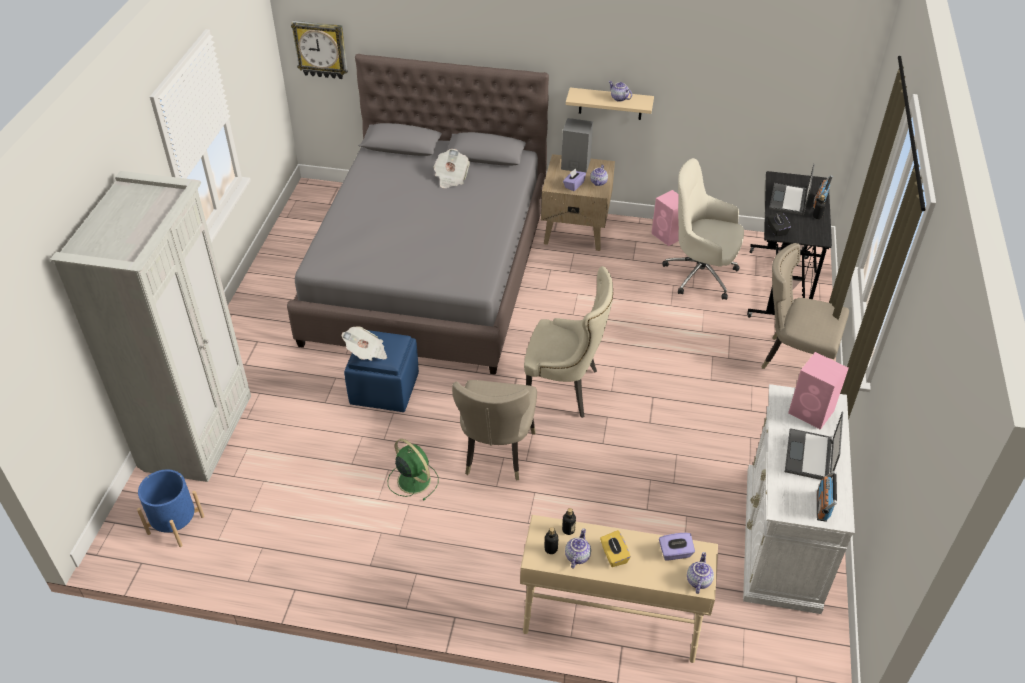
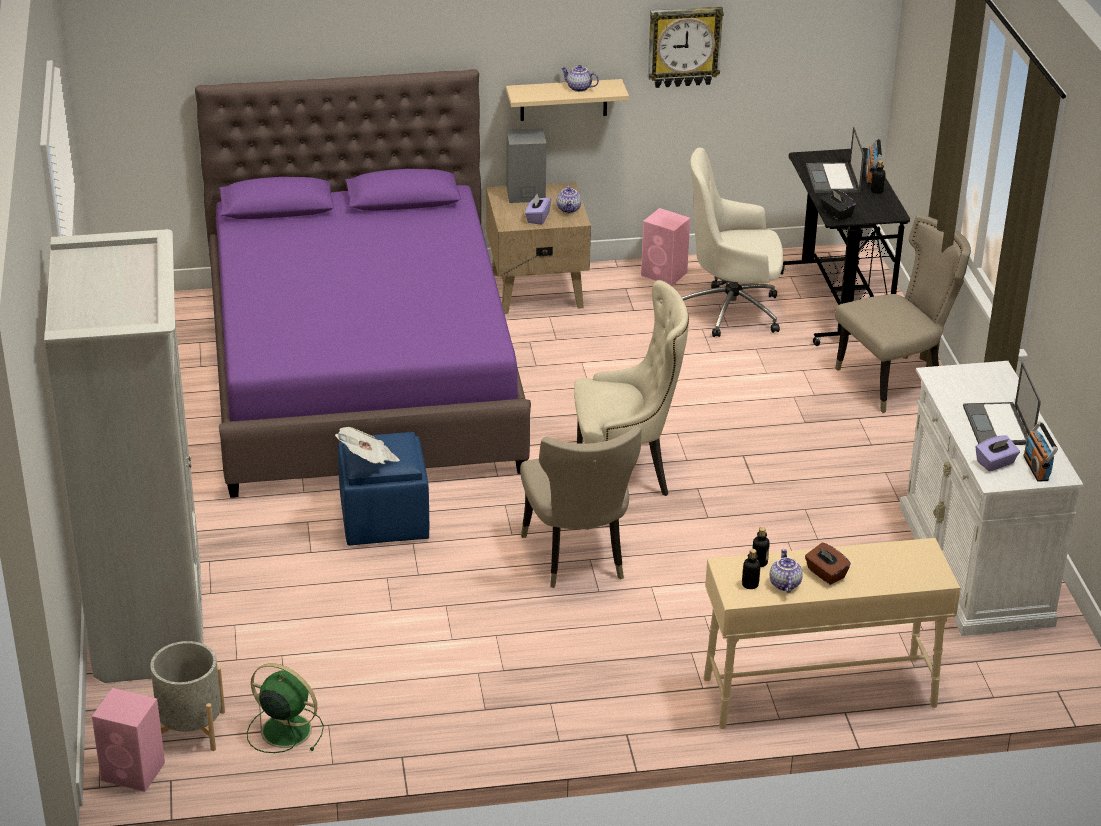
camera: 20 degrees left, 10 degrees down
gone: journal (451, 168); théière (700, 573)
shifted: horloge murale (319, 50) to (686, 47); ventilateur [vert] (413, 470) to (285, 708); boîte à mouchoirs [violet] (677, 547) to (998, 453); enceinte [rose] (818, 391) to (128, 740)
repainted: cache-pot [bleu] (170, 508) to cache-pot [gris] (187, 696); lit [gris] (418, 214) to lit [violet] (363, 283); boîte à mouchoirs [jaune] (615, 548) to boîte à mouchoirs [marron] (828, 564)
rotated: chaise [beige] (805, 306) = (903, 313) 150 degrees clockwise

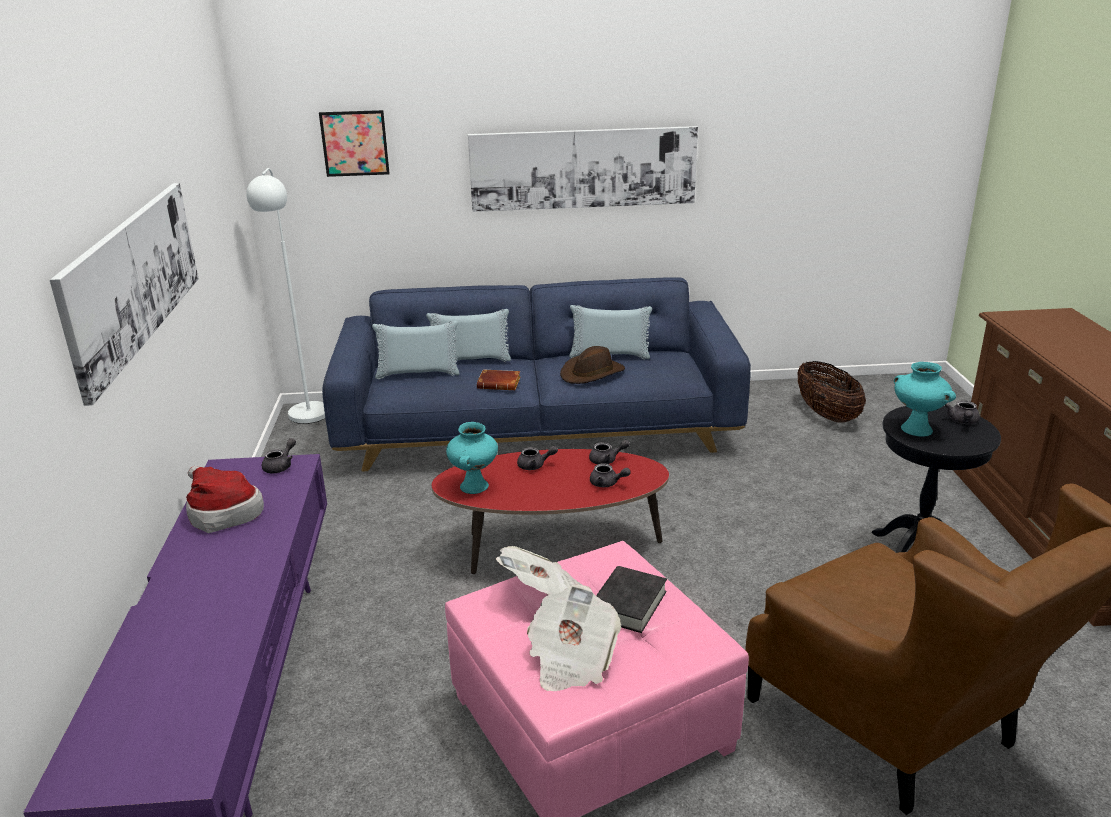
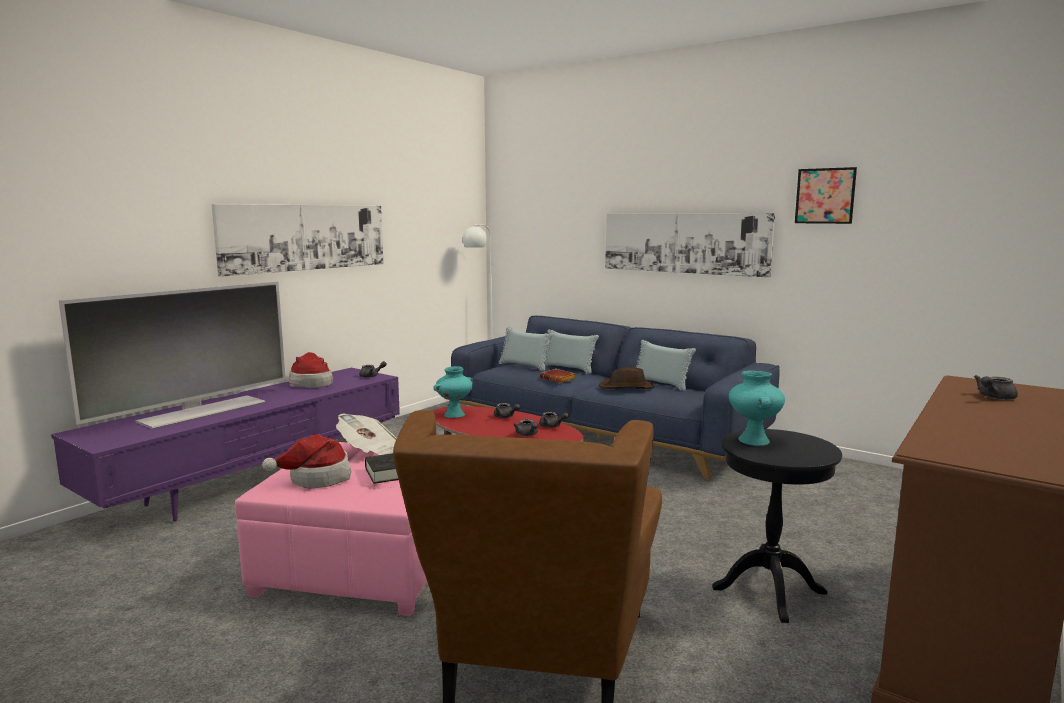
camera: 40 degrees right, 15 degrees down
gone: panier (831, 392)
new: téléviseur (172, 355)
shifted: tableau (354, 143) to (826, 195); théière [gris] (962, 412) to (996, 387)
swapped: journal (574, 638) to chapeau (306, 461)

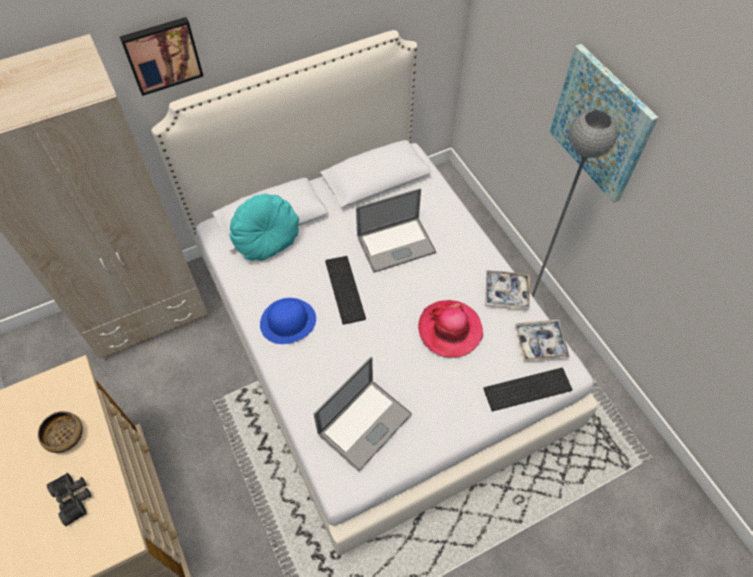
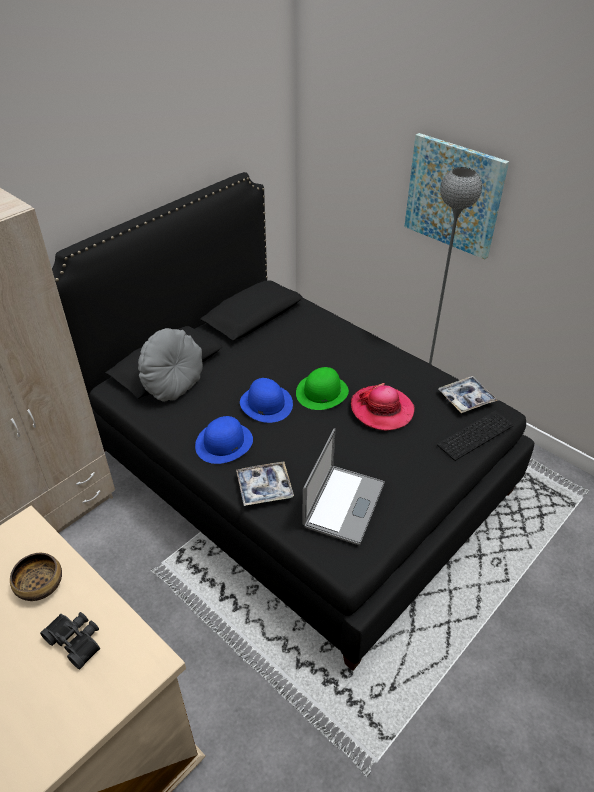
camera: 20 degrees left, 15 degrees down
gone: tableau (161, 56); ordinateur portable (396, 230)
new: chapeau [vert] (322, 388)
shifted: plateau (507, 289) to (265, 484)
swapped: clavier (345, 290) to chapeau [bleu] (266, 400)
repainted: lit [blanc] (374, 293) to lit [noir] (293, 421); coussin [turquoise] (264, 227) to coussin [gris] (170, 364)

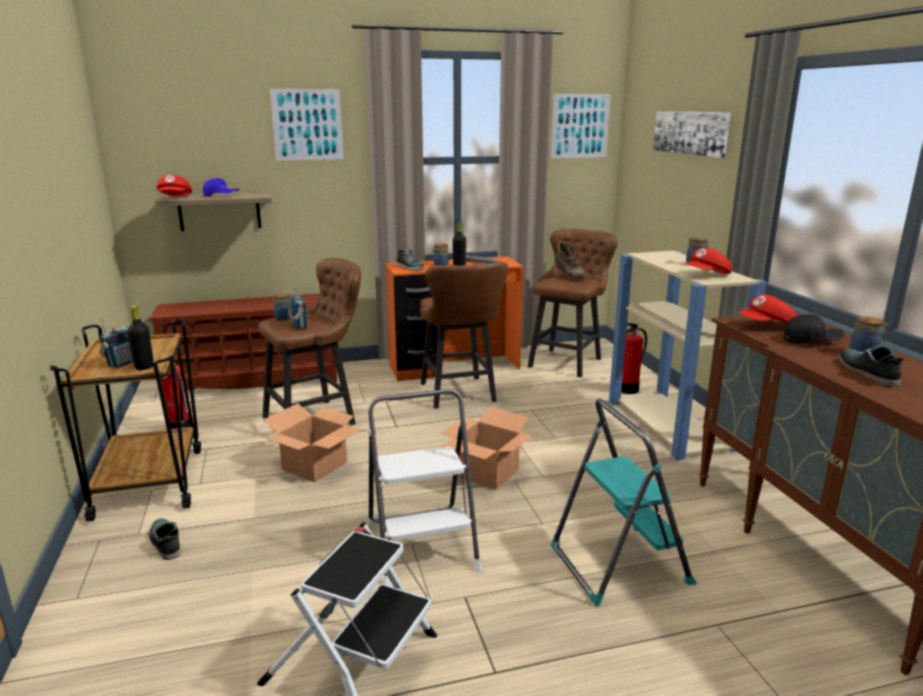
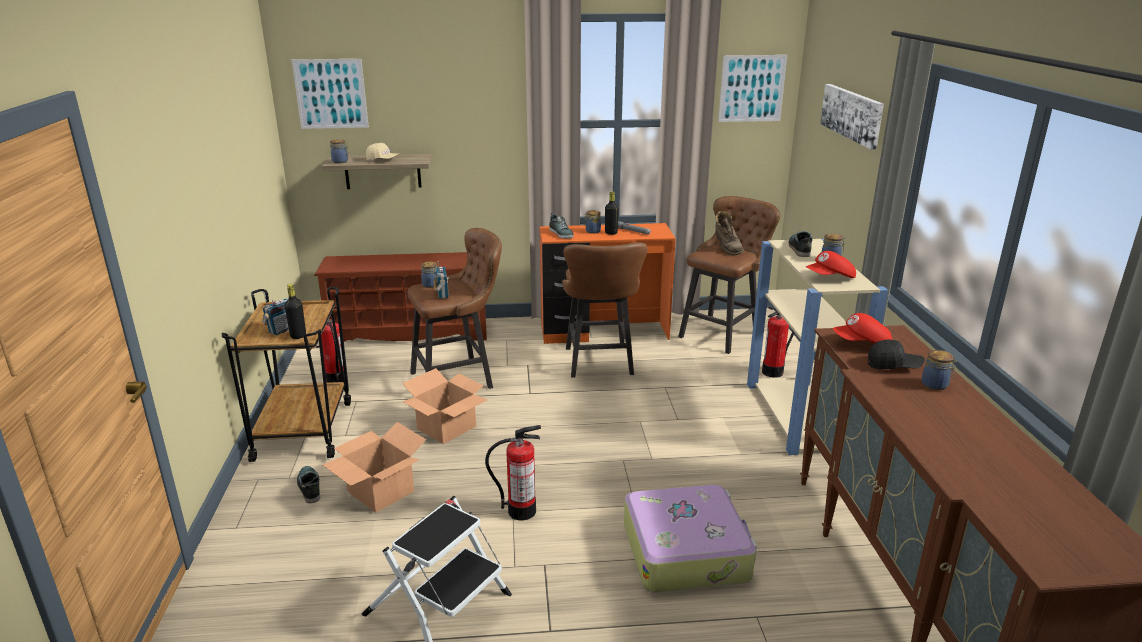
camera: 10 degrees right, 5 degrees up
shifted: tableau (307, 125) to (330, 94); carton (487, 448) to (374, 467); chaussure (871, 366) to (800, 244)
swapped: casquette [rouge] (174, 185) to bocal (339, 151); escabeau [blanc] (425, 488) to extincteur (513, 472); escabeau [turquoise] (624, 502) to valise (690, 539)
repainted: casquette [bleu] (221, 187) to casquette [beige] (382, 151)

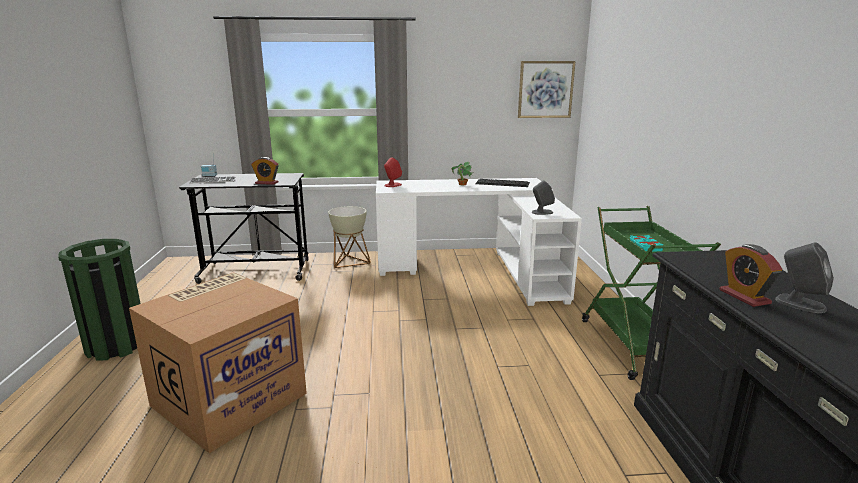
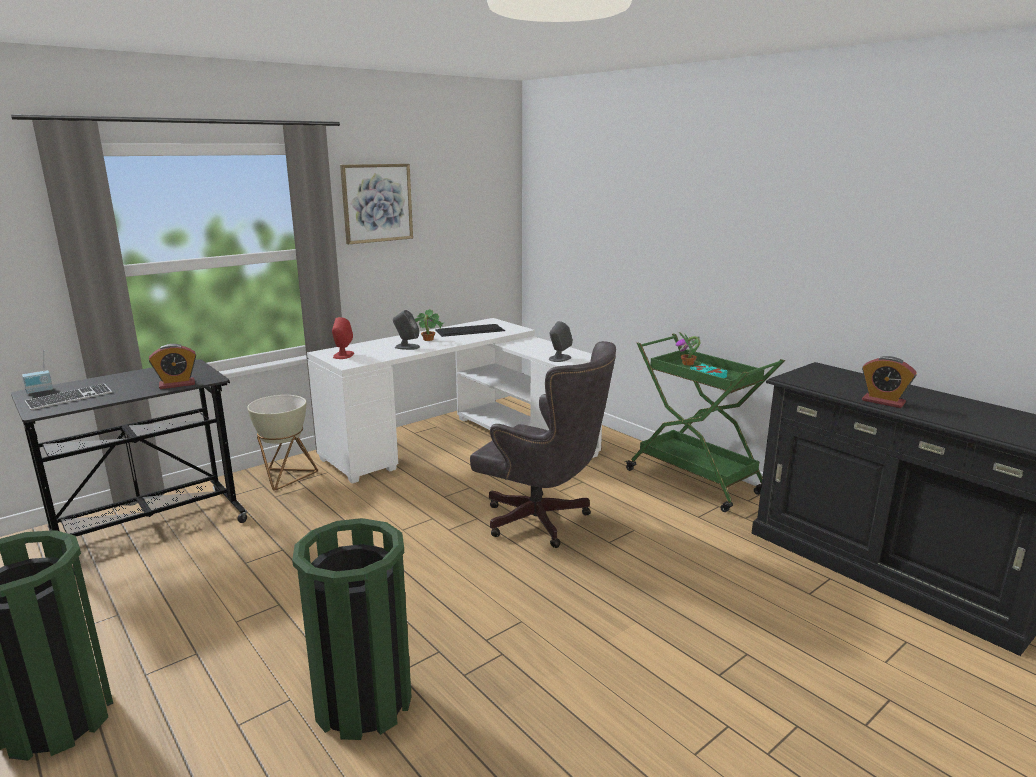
camera: 35 degrees left, 0 degrees up
new: chaise de bureau [gris] (543, 444); plante en pot (688, 349)
shifted: tableau (546, 89) to (376, 204); enceinte [gris] (804, 277) to (406, 330)
swapped: carton (218, 362) to poubelle [vert] (352, 629)

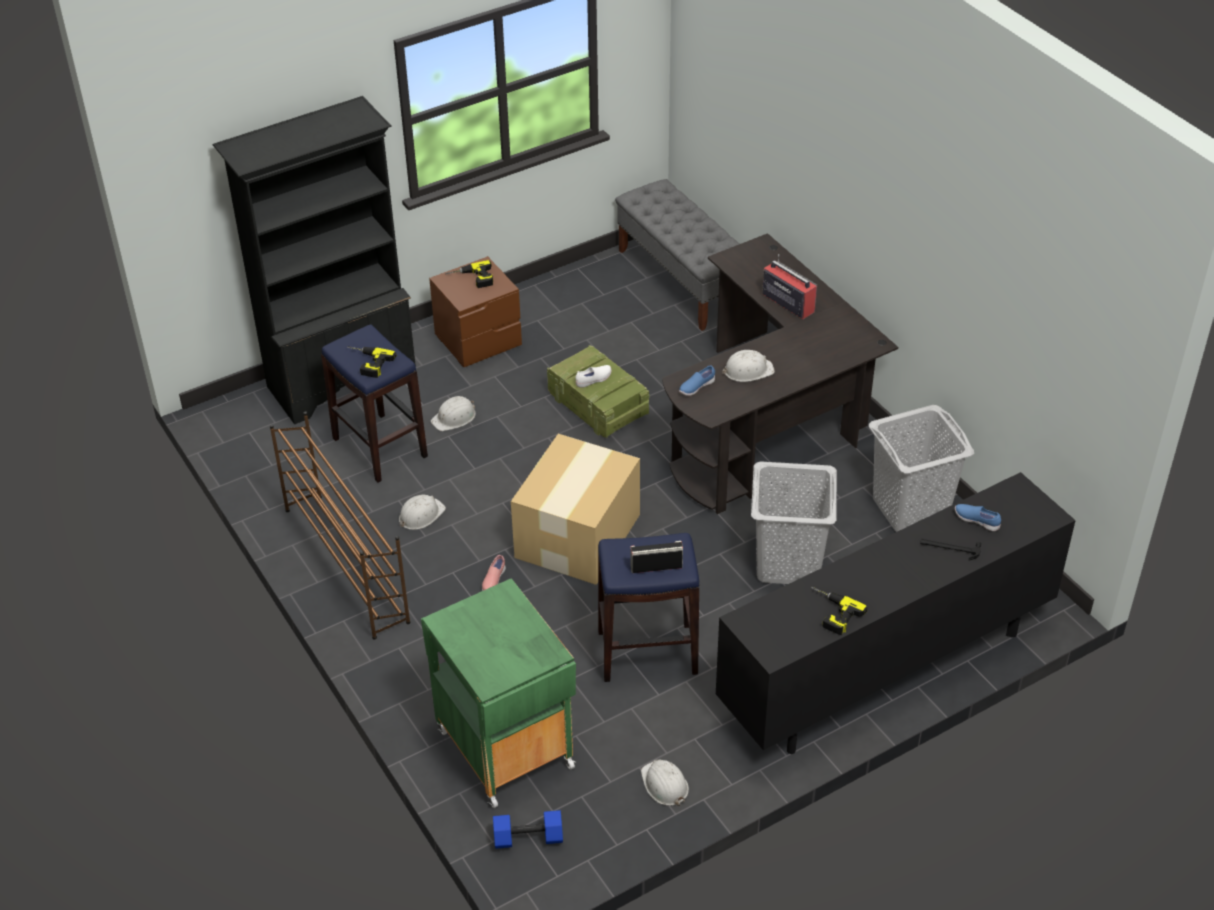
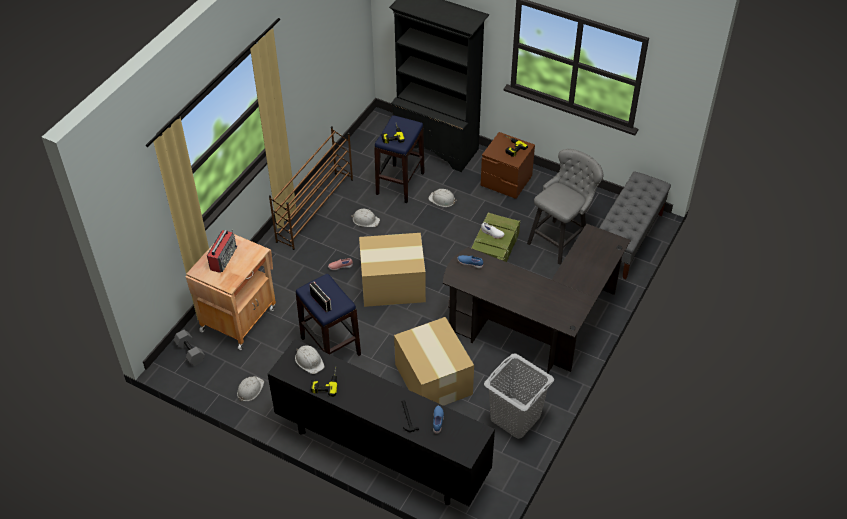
camera: 60 degrees right, 5 degrees up
new: tabouret [gris] (565, 207)
shifted: casque de chantier [blanc] (748, 366) to (310, 359); radio (789, 286) to (222, 251)
swapped: panier à linge [gris] (794, 522) to carton (434, 361)
repainted: chariot [vert] (498, 693) to chariot [marron] (231, 292); haltère [bleu] (528, 829) to haltère [gris] (189, 348)

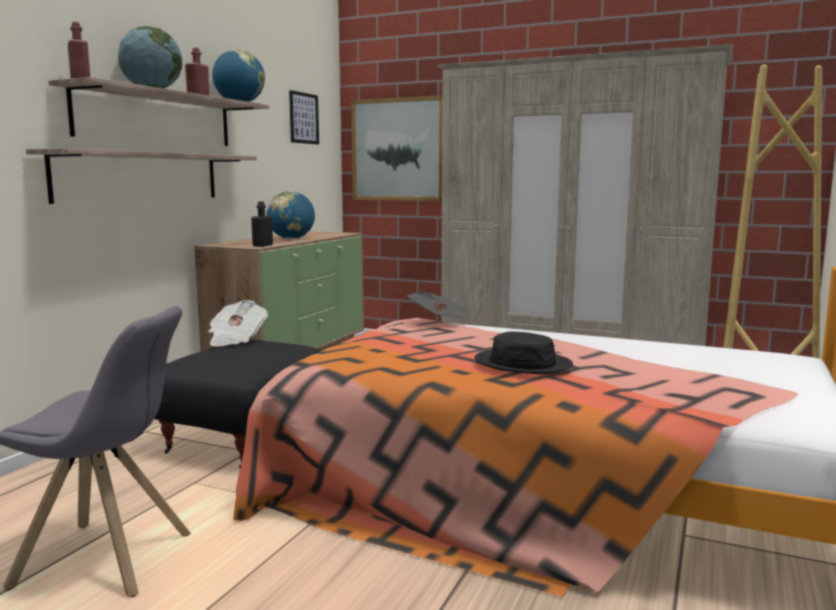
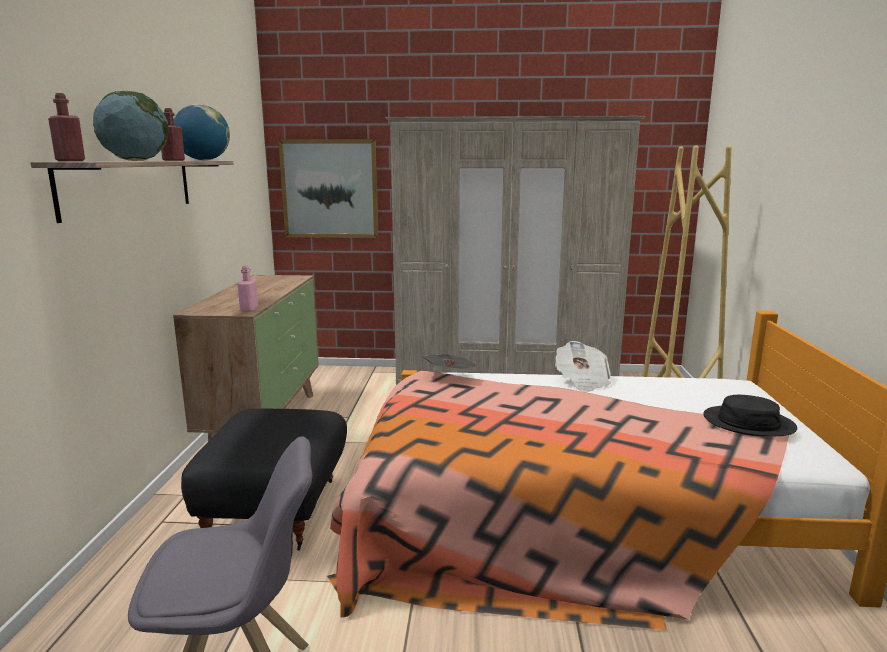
camera: 20 degrees left, 5 degrees up
gone: étagère (141, 176); globe (290, 215); tableau (304, 117)
shifted: journal (238, 323) to (583, 366); chapeau [noir] (524, 353) to (750, 415)
repainted: bouteille [noir] (262, 224) to bouteille [rose] (248, 288)

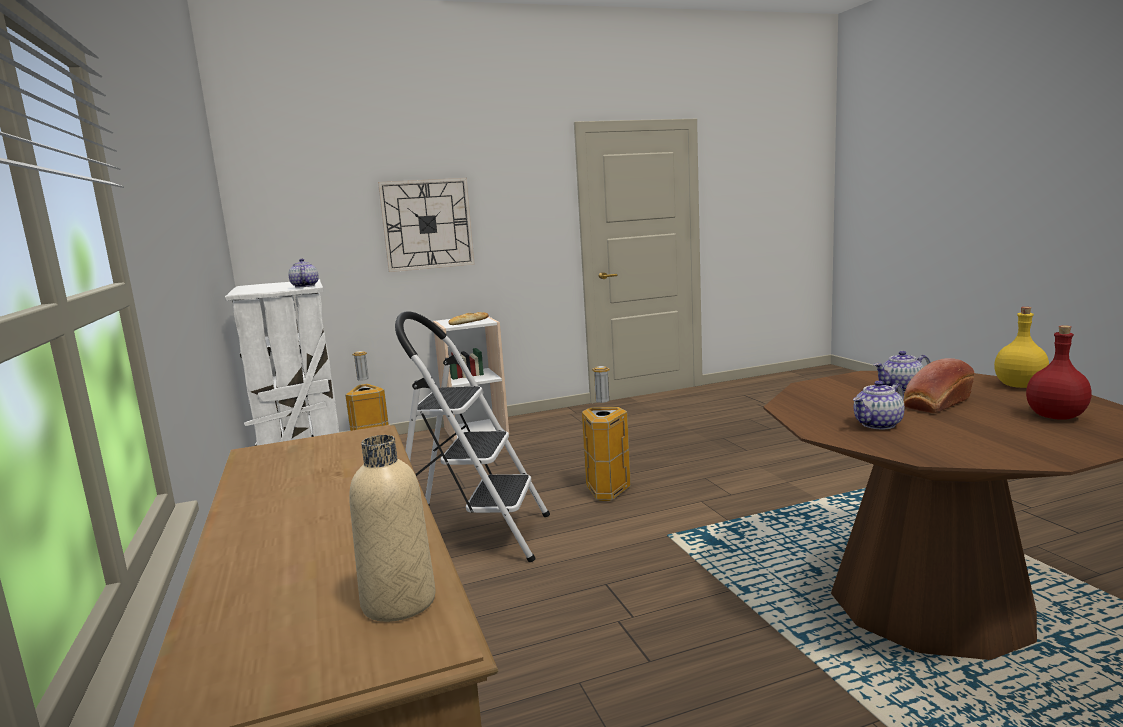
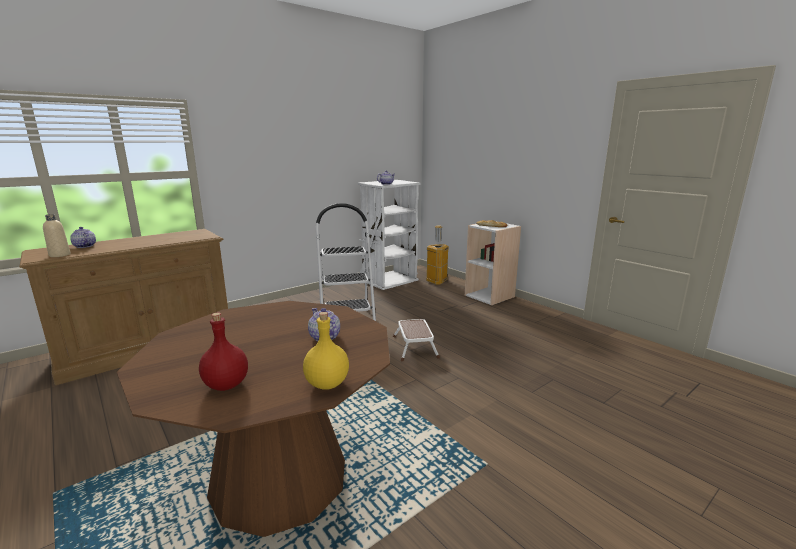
camera: 70 degrees right, 5 degrees up
gone: horloge murale (426, 225); pain (938, 385)
shifted: théière (878, 405) to (83, 237)
swapped: poubelle (606, 433) to escabeau [marron] (416, 340)

